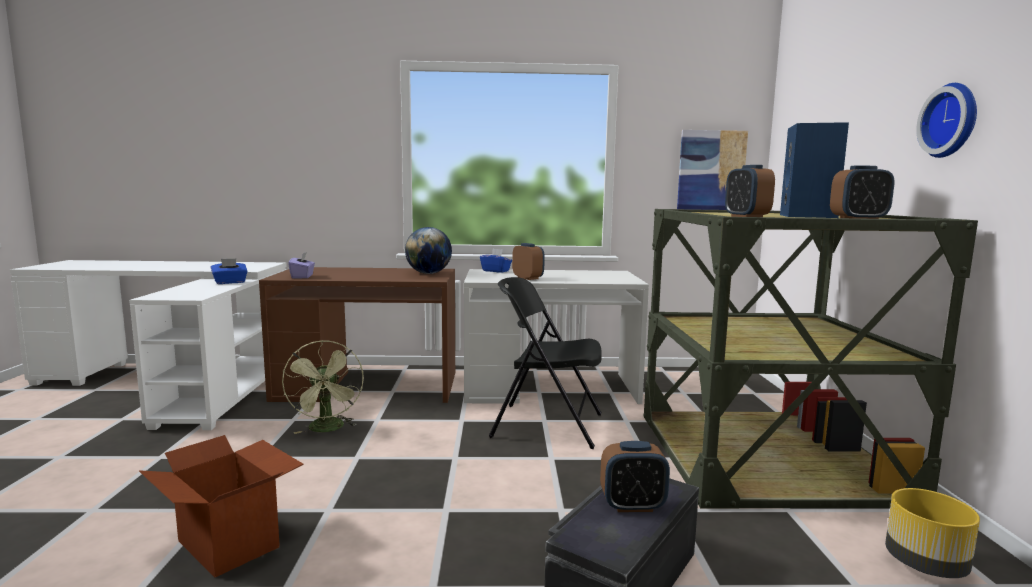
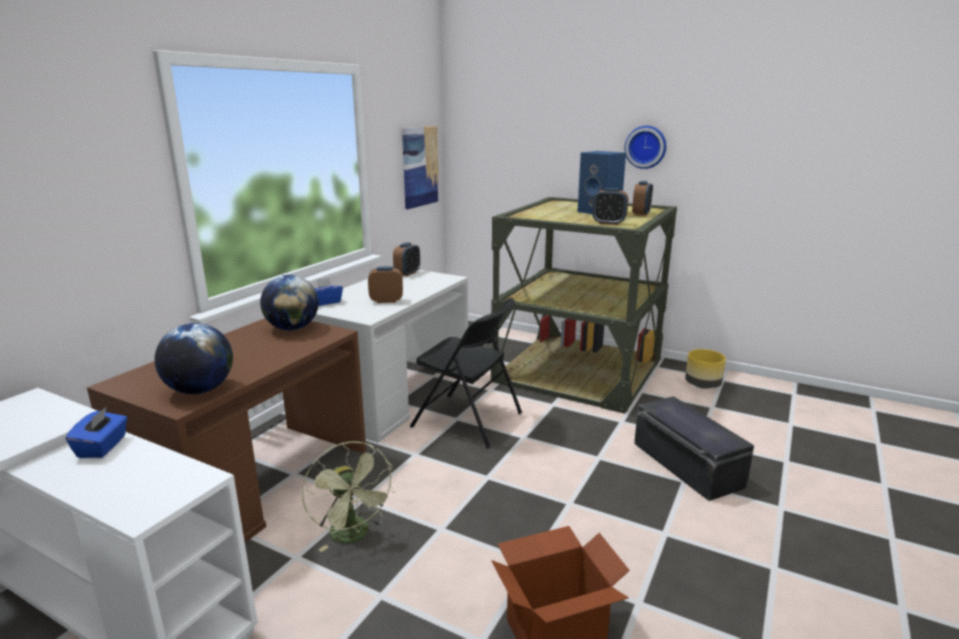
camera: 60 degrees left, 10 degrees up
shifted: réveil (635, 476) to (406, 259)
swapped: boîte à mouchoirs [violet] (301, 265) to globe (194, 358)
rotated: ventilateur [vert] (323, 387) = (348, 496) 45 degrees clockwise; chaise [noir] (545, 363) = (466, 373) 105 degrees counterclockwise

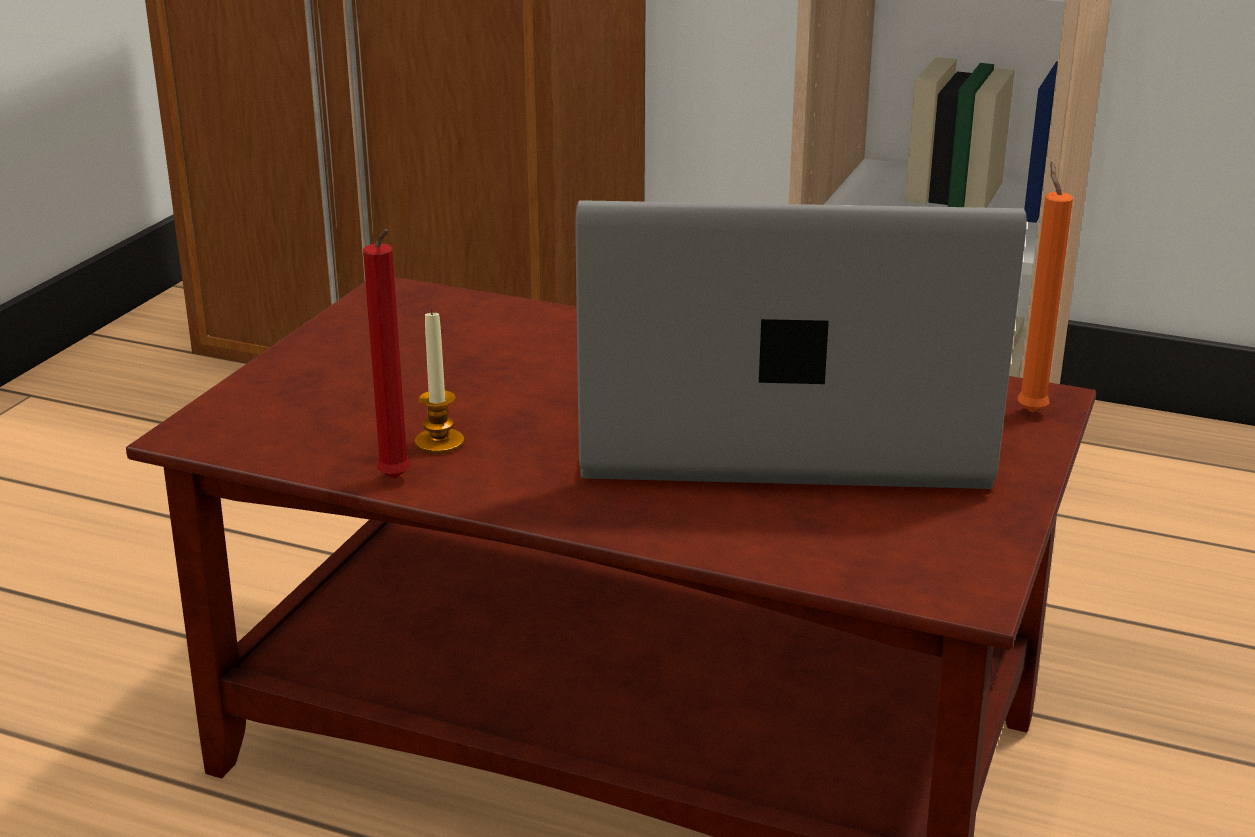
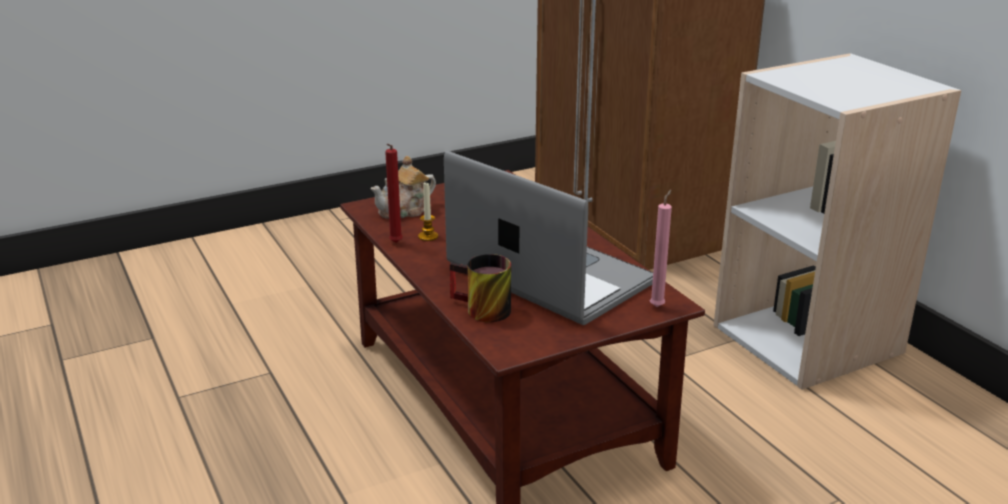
camera: 40 degrees right, 0 degrees up
new: théière (403, 187); mug (480, 288)
repainted: bougie [orange] (1045, 287) to bougie [rose] (661, 248)

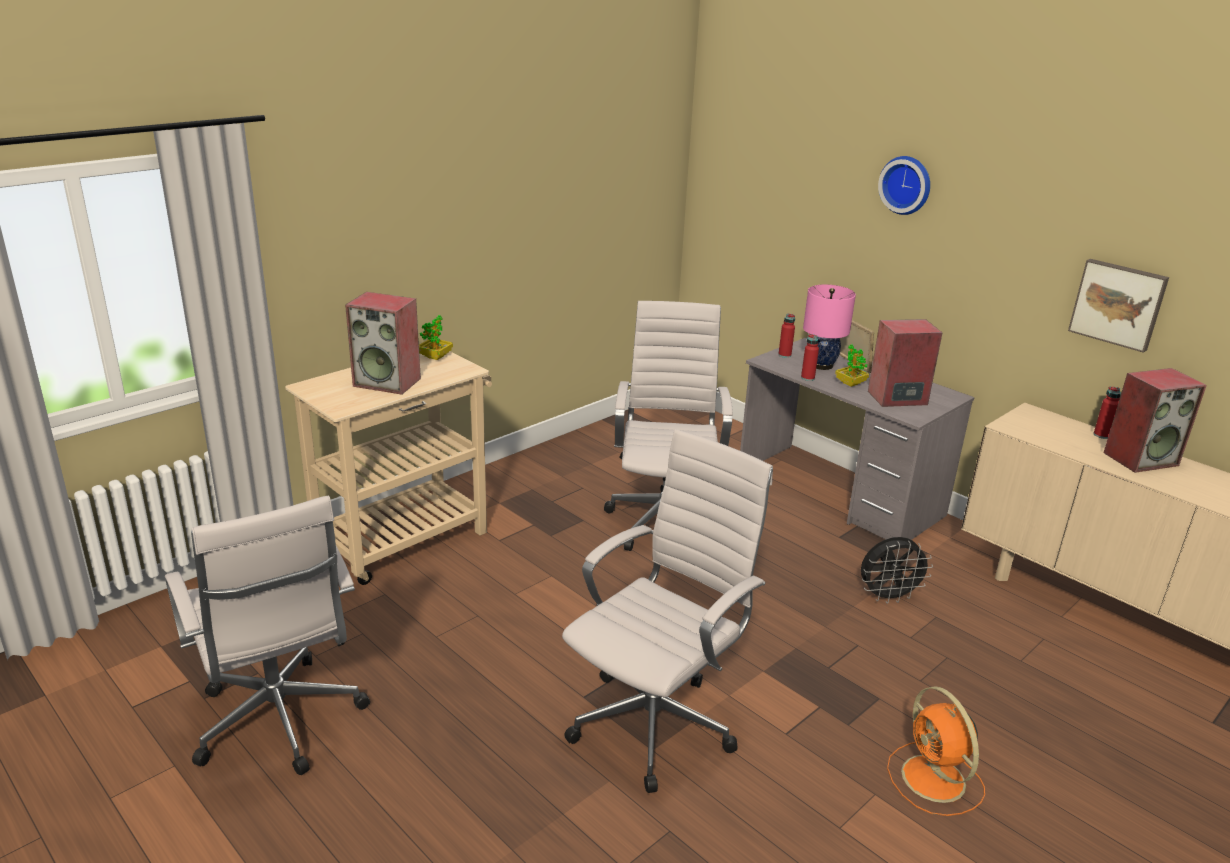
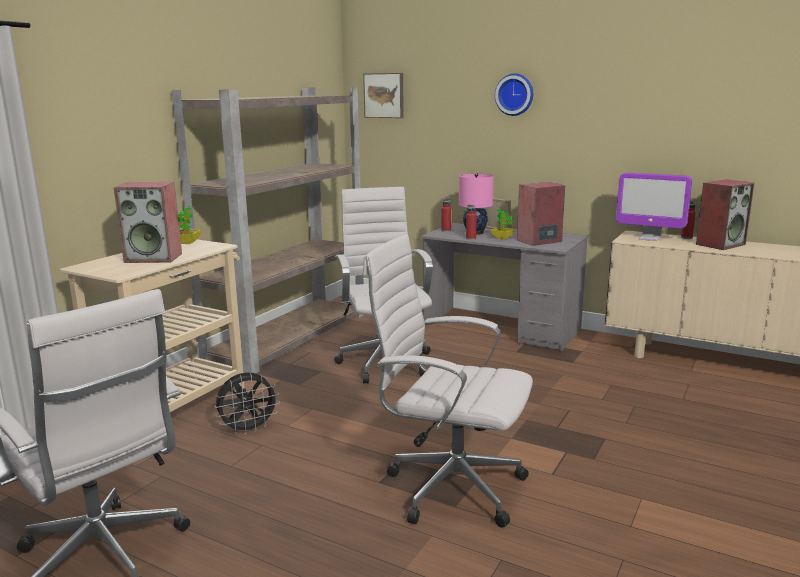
camera: 15 degrees left, 10 degrees down
gone: ventilateur [orange] (936, 751)
new: bibliothèque [marron] (268, 230); écran d'ordinateur (654, 207)
shifted: ventilateur [noir] (897, 570) to (247, 403); tableau (1118, 306) to (383, 95)
rotated: chaise de bureau [blanc] (667, 611) = (448, 381) 90 degrees counterclockwise

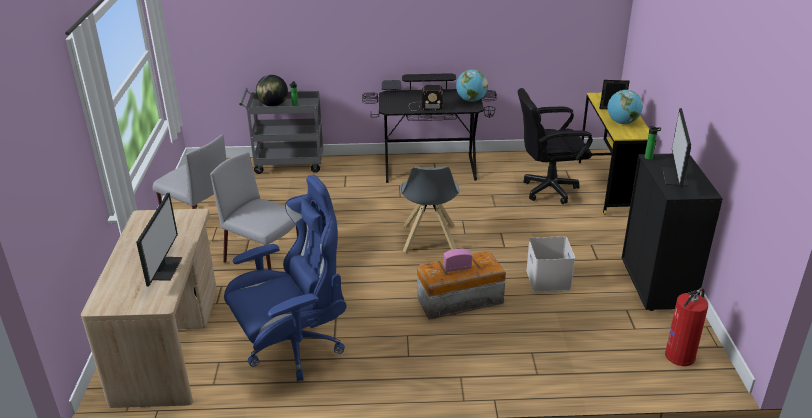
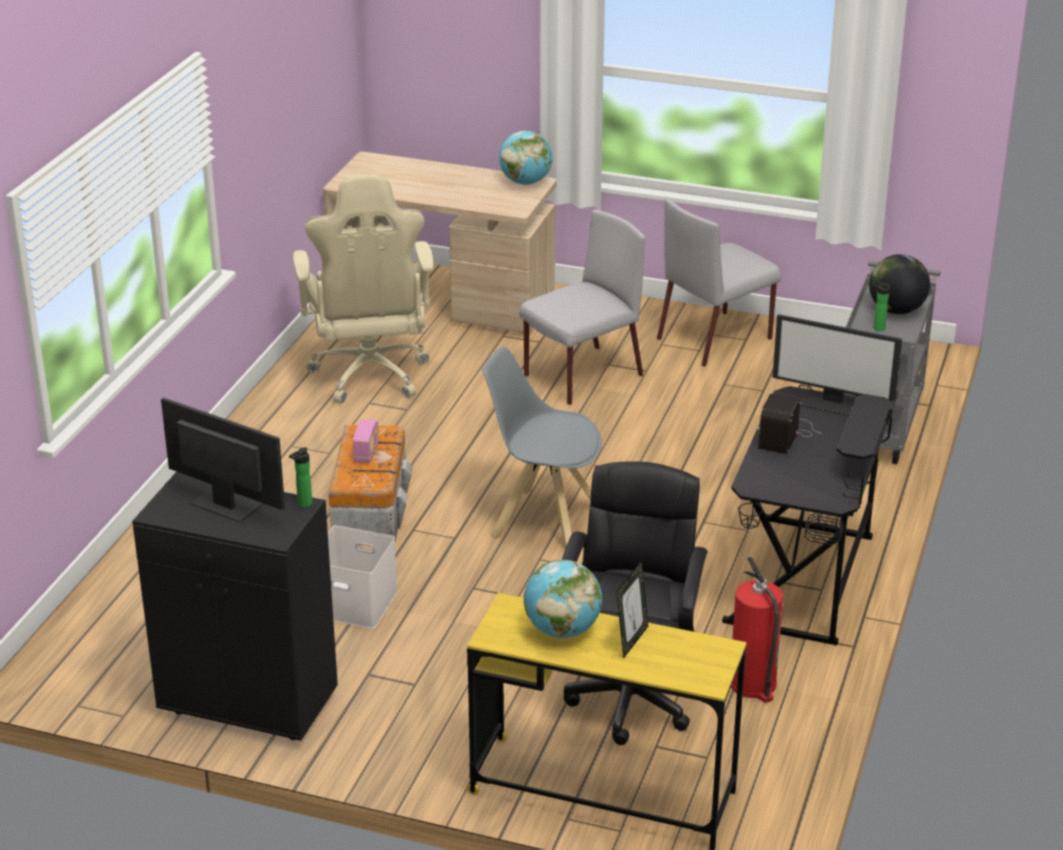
camera: 110 degrees right, 0 degrees up
shifted: écran d'ordinateur (159, 239) to (837, 365); globe (472, 85) to (525, 158); extincteur (686, 326) to (757, 630)
repainted: chaise de bureau [bleu] (285, 278) to chaise de bureau [beige] (363, 289)

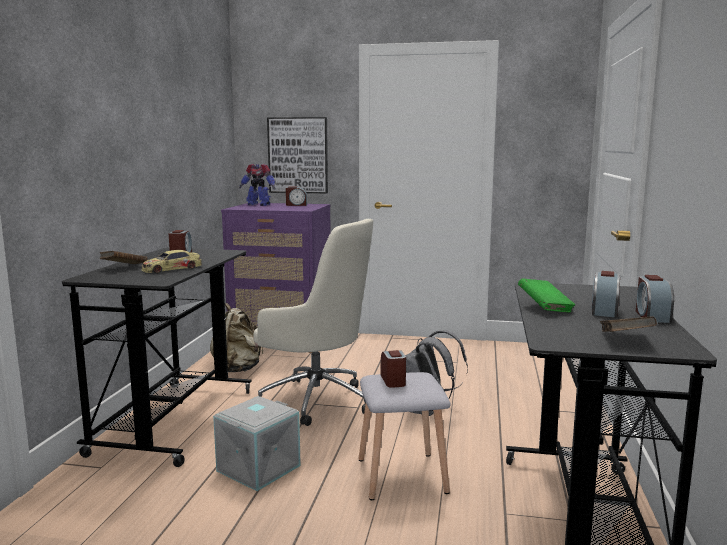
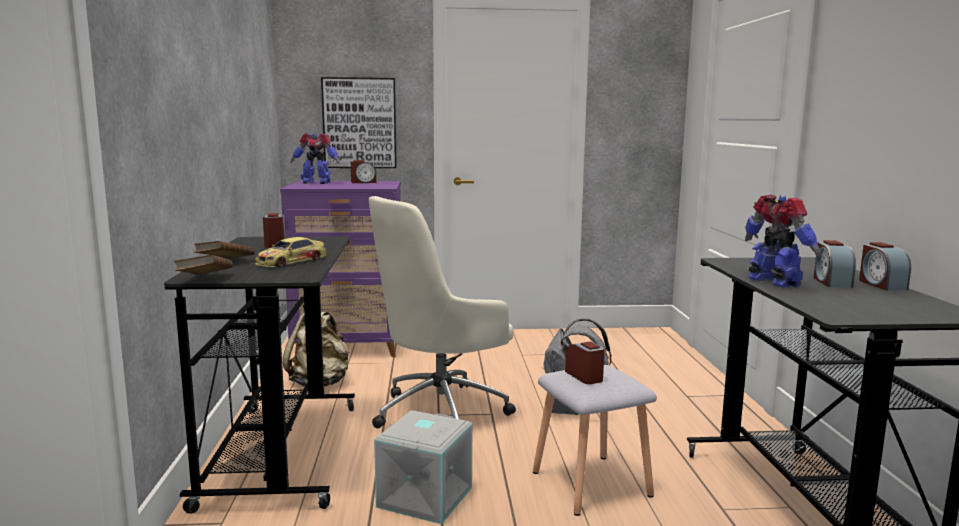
camera: 15 degrees left, 0 degrees up
shifted: livre [marron] (628, 324) to (203, 265)
swapped: livre [vert] (546, 296) to robot jouet (783, 241)
rotated: chaise de bureau [beige] (313, 322) = (442, 312) 135 degrees clockwise

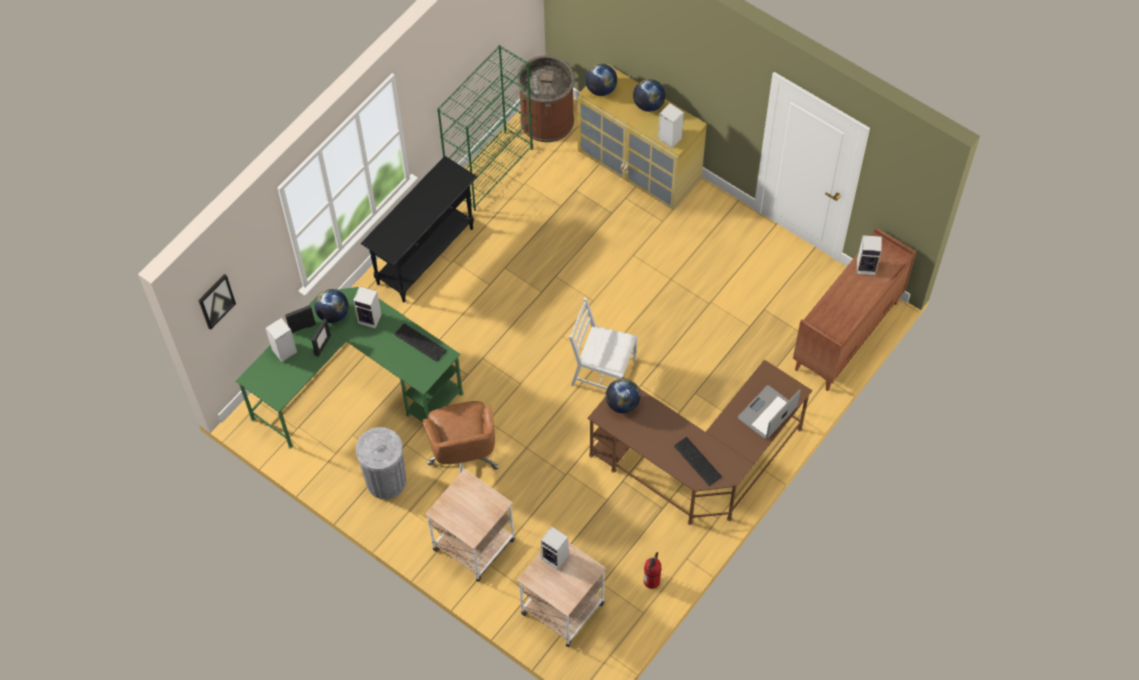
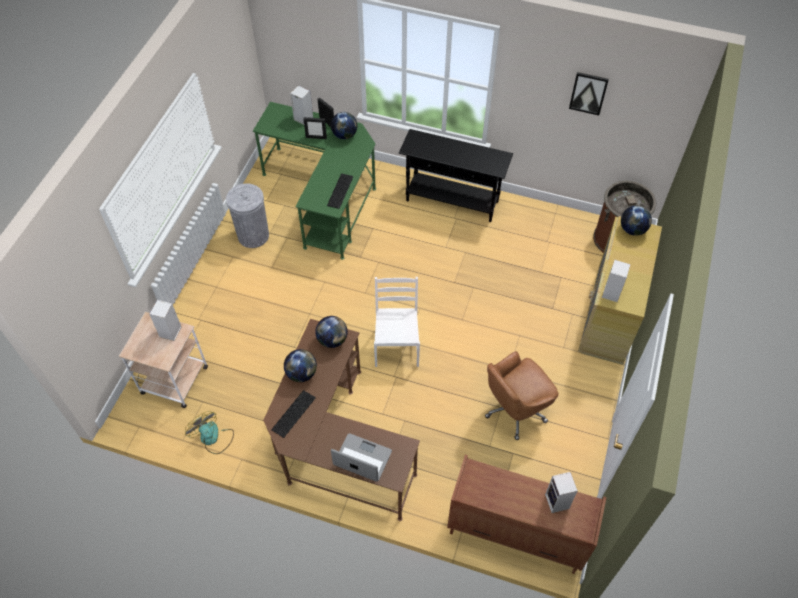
camera: 70 degrees right, 5 degrees down
gone: enceinte (367, 308); chariot [beige] (470, 525); bibliothèque [vert] (485, 128)
shifted: tableau (217, 302) to (589, 93); chaise de bureau [marron] (461, 437) to (522, 395); globe (649, 95) to (300, 365)
swapped: extincteur (652, 570) to ventilateur (209, 432)

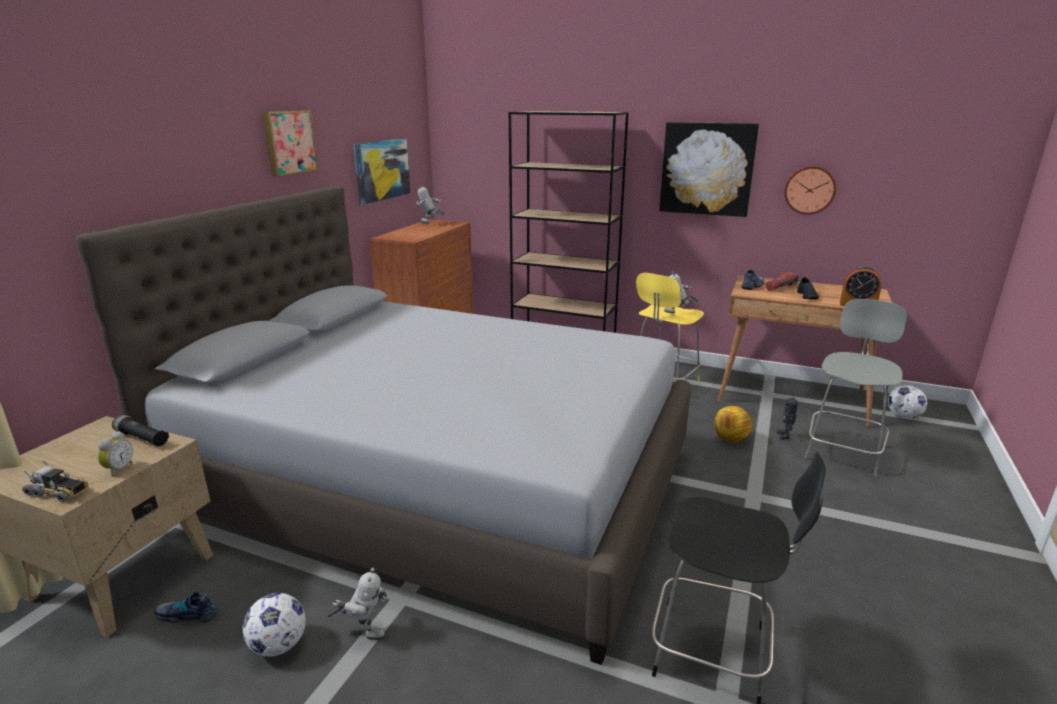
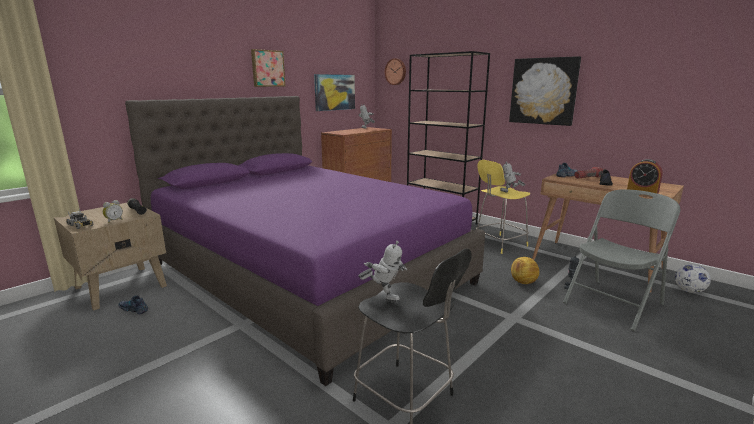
camera: 20 degrees right, 5 degrees down
gone: ballon de foot (274, 625)
shifted: robot jouet (357, 604) to (382, 272); horloge murale (810, 190) to (395, 71)
swapped: tabouret [gris] (856, 388) to chaise [gris] (621, 260)
repainted: lit [gris] (383, 425) to lit [violet] (305, 241)

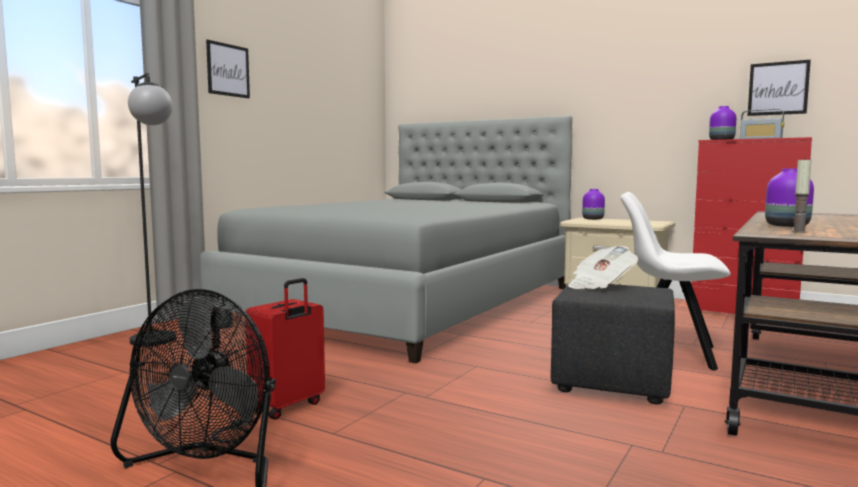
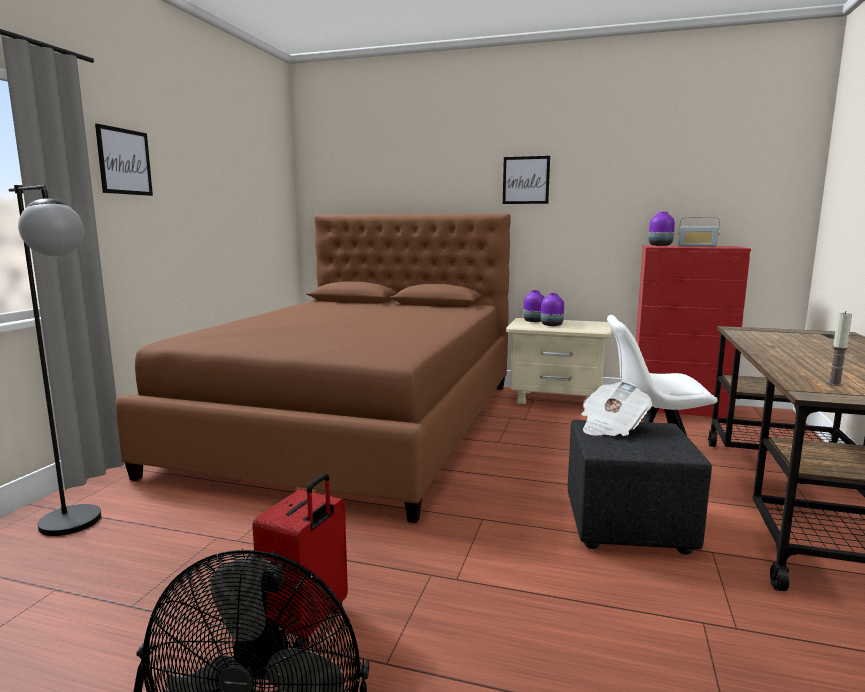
camera: 15 degrees left, 5 degrees up
shifted: tableau (779, 88) to (526, 180); vase [violet] (789, 197) to (552, 309)
repainted: lit [gris] (386, 239) to lit [marron] (312, 368)

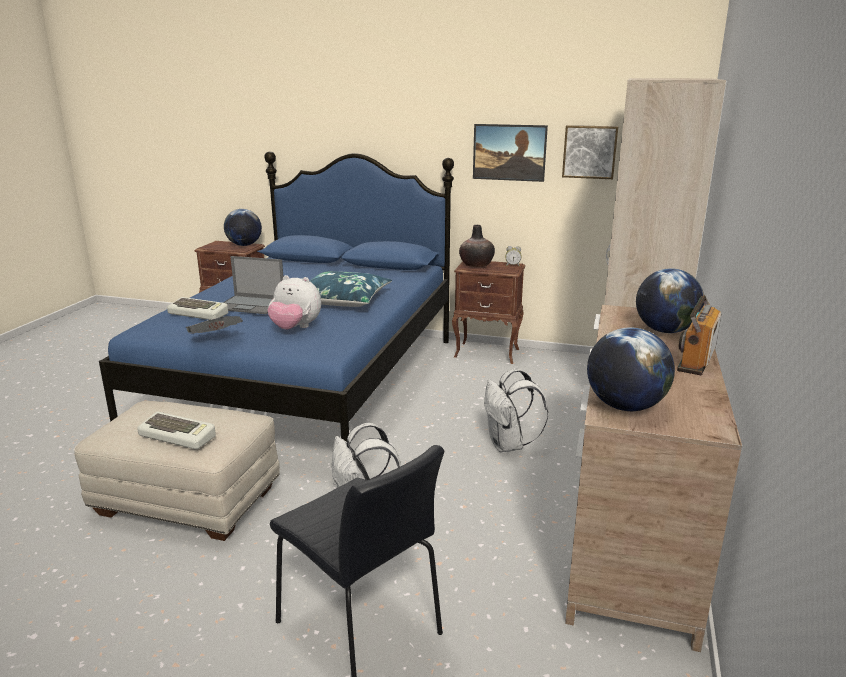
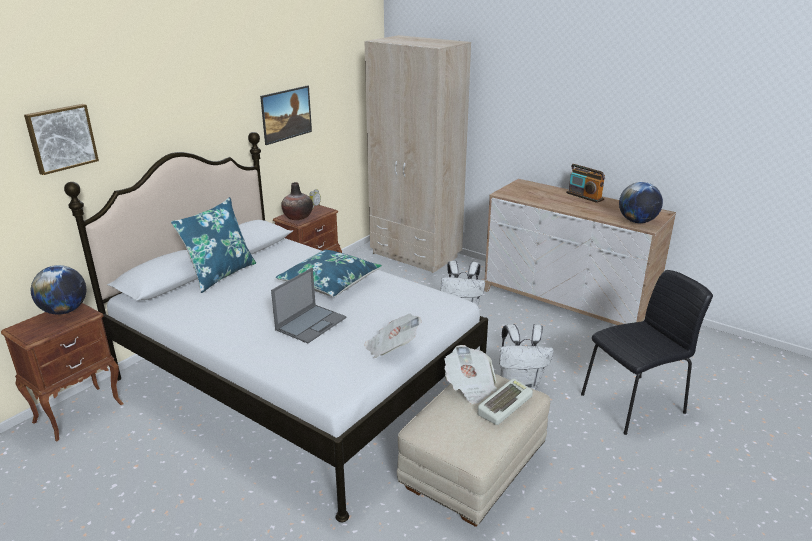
camera: 70 degrees left, 5 degrees up
gone: clavier (197, 308); peluche (294, 302); globe (670, 300)
new: coussin [bleu] (213, 245); journal (471, 374)
shifted: tableau (590, 152) to (61, 139)
repainted: lit [bleu] (276, 297) to lit [blanc] (276, 327)

